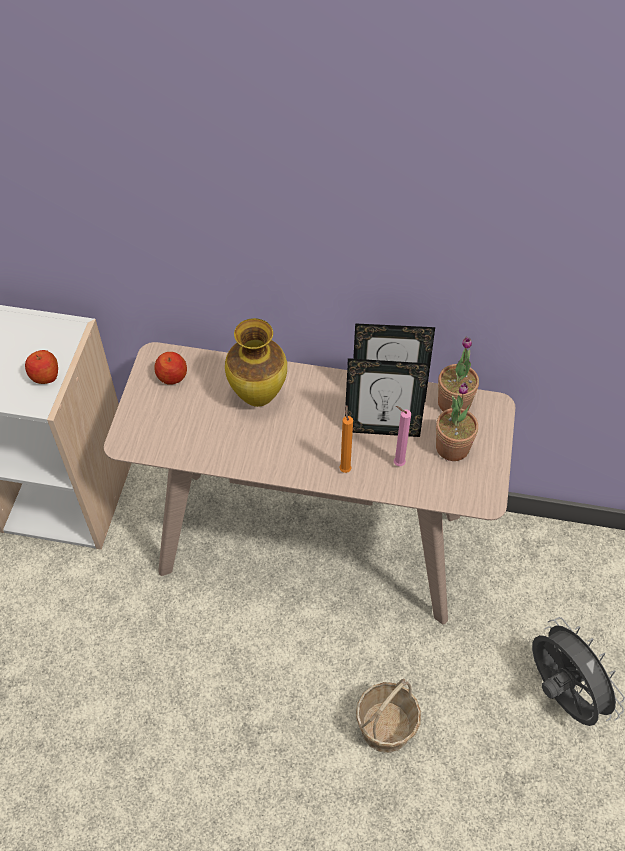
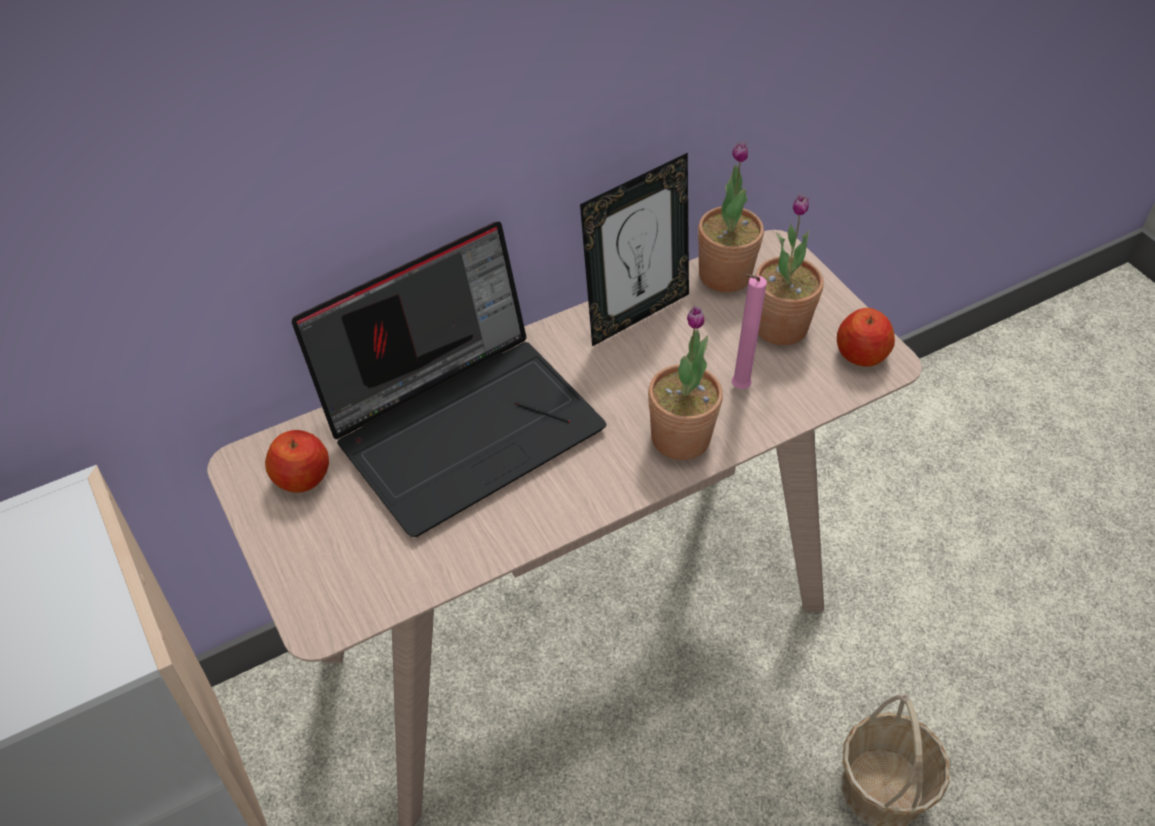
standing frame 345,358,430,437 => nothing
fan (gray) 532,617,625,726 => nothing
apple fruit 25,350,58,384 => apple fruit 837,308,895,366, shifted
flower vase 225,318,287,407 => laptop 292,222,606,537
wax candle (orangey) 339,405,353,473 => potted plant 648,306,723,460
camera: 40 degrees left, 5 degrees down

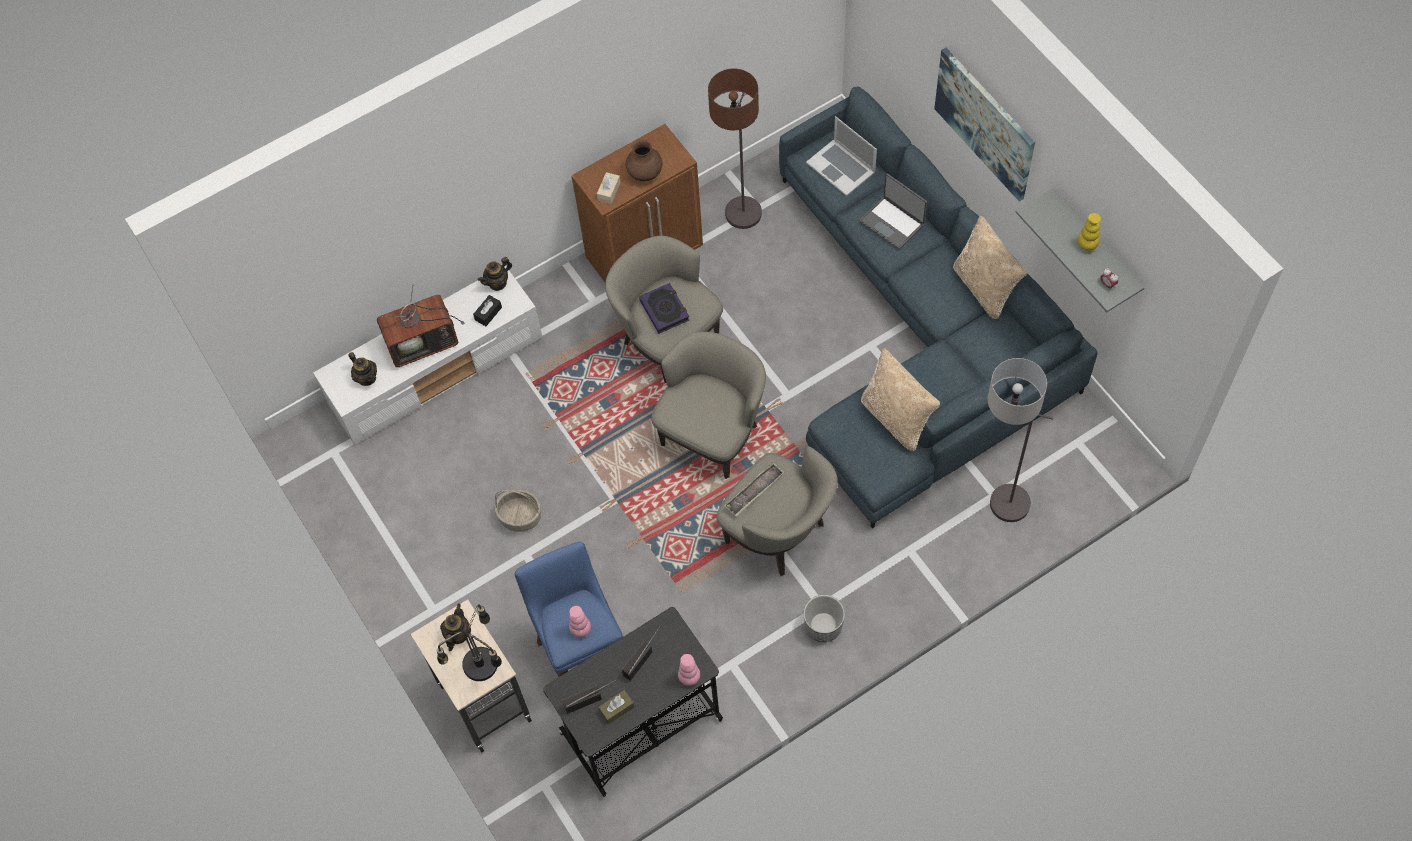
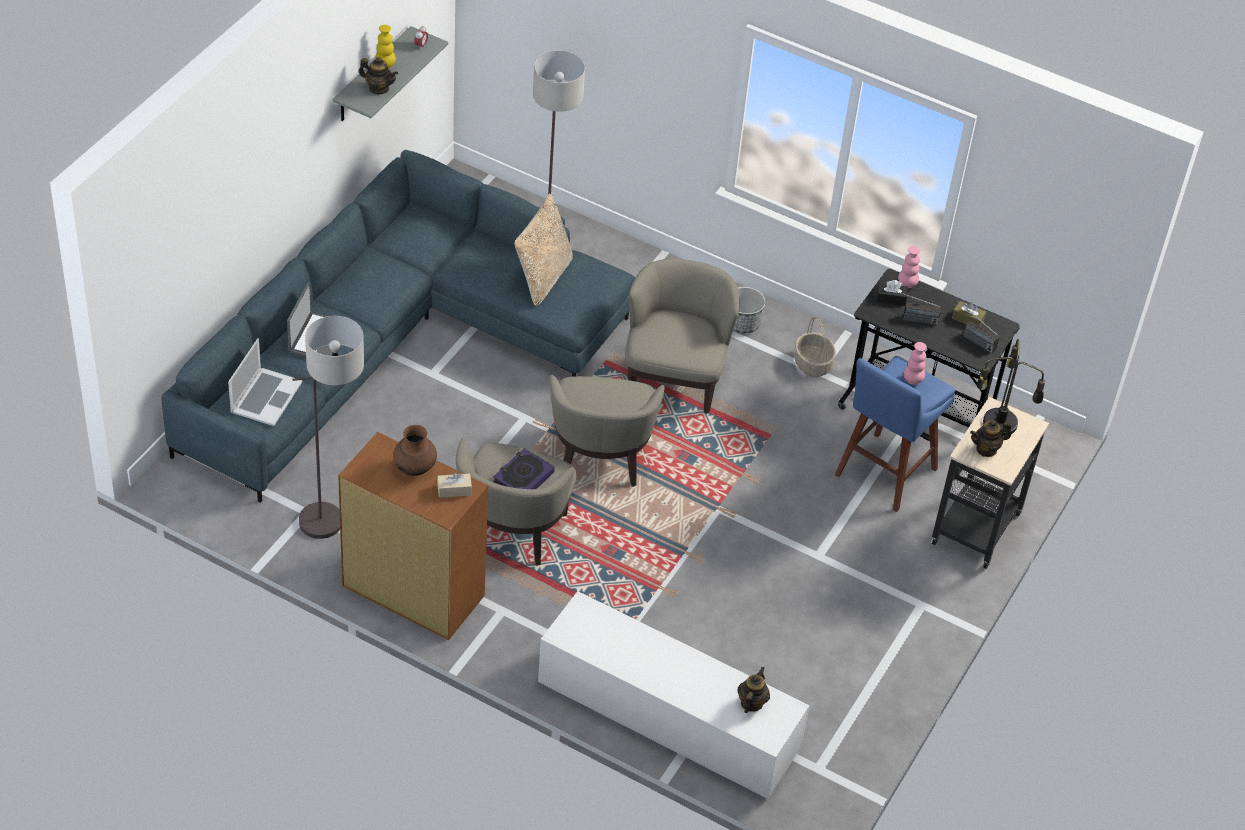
TV 377,287,465,367 => nothing
serving tray 725,462,784,516 => nothing
wall picture 934,48,1035,202 => nothing
throw pillow (beige-coloured) 953,215,1027,319 => nothing
box of tissues (black) 473,295,502,326 => box of tissues (black) 876,280,908,306, shifted
pot for tea 478,257,512,291 => pot for tea 359,57,398,94, shifted
household basket 495,490,541,532 => household basket 795,317,836,377, shifted
standing lamp (brown-coloured) 708,68,762,229 => standing lamp (gray) 293,316,364,539
lounge chair (beige-coloured) 651,332,766,479 => lounge chair (beige-coloured) 550,375,665,487, 90 degrees counterclockwise
camera: 125 degrees left, 15 degrees down

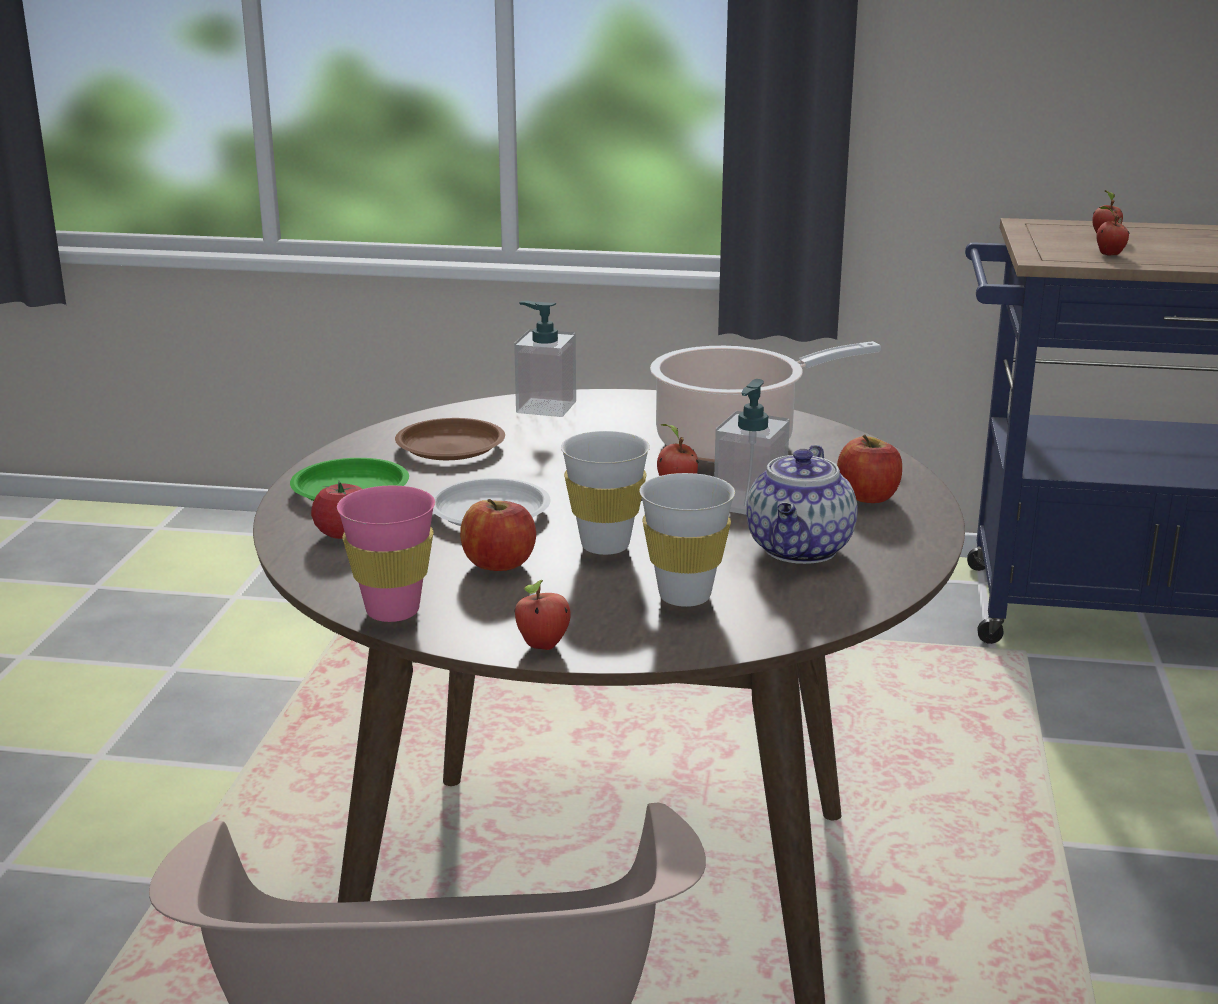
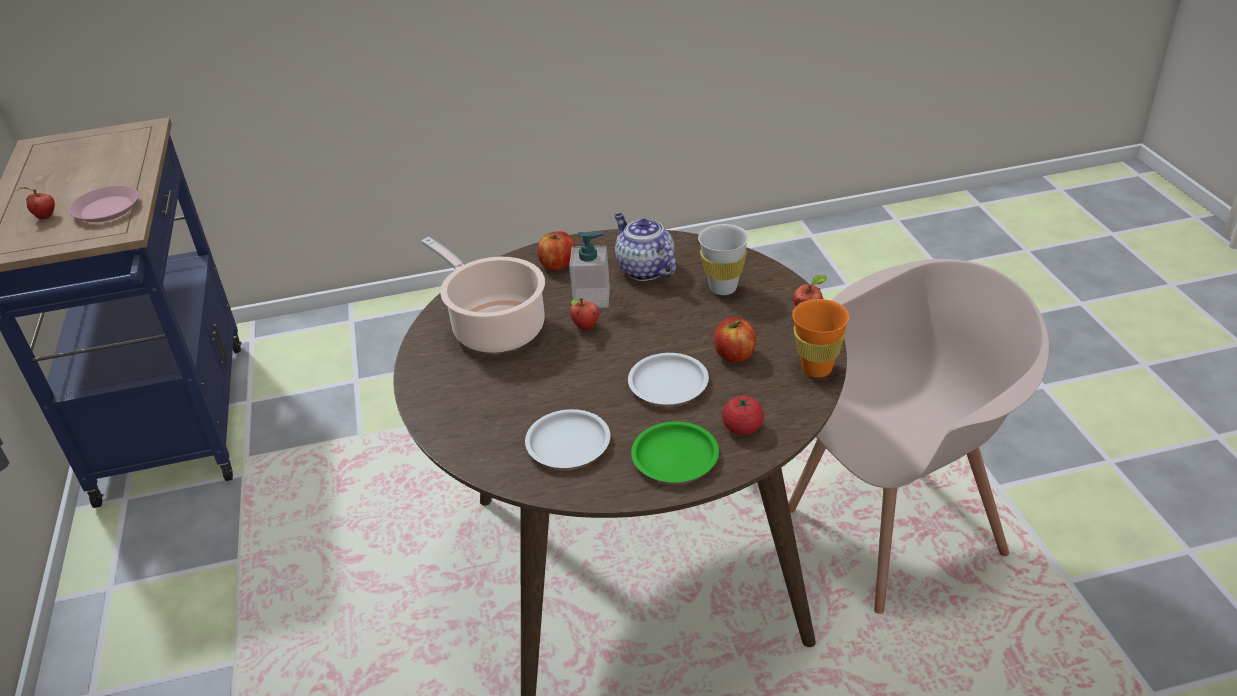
soap bottle 514,301,576,417 => nothing
drinking cup (white) 561,431,650,555 => nothing
apple fruit 1097,206,1129,256 => plate (pink-coloured) 69,185,138,222
drinking cup (pink-coloured) 337,485,435,622 => drinking cup (orangey) 792,299,849,378
plate (brown-coloured) 395,418,505,460 => plate (white) 525,409,610,468
pot for tea 746,445,858,564 => pot for tea 614,213,676,281, 120 degrees counterclockwise
camera: 110 degrees left, 15 degrees up

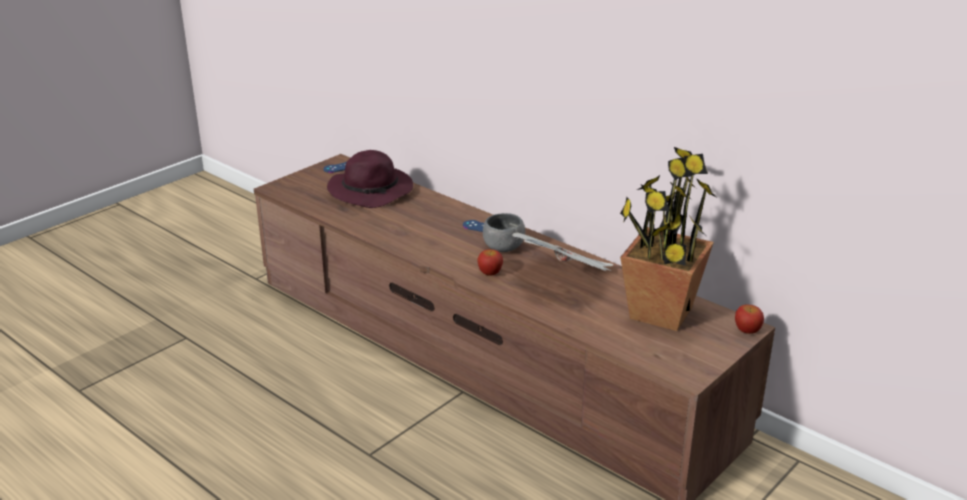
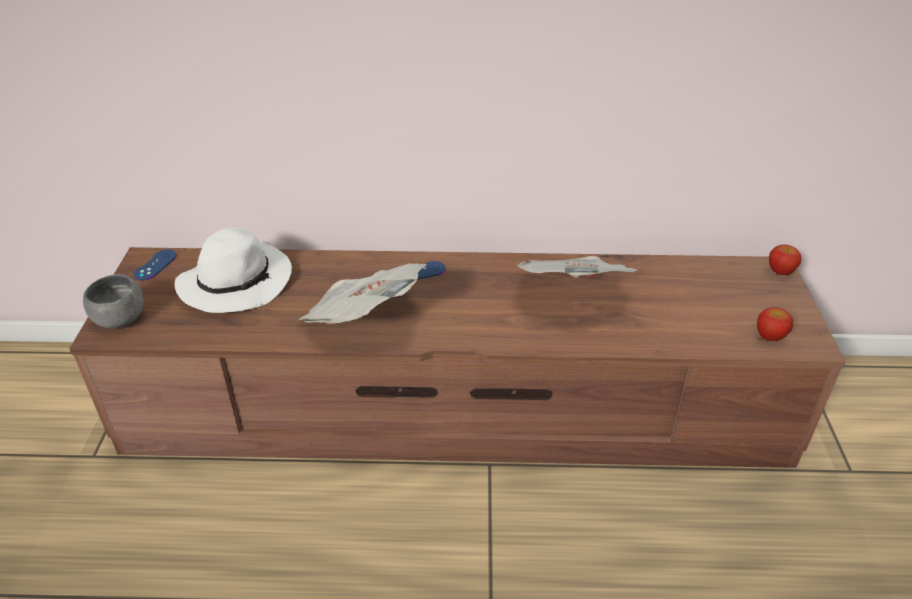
potted plant 620,147,716,331 => nothing
nothing => newspaper 299,263,426,324
apple fruit 477,249,503,276 => apple fruit 757,307,793,341, shifted
deep dish (gray) 483,213,525,252 => deep dish (gray) 83,274,144,329, shifted
clothing hat (purple-coloured) 327,150,413,208 => clothing hat (white) 175,227,292,313
camera: 40 degrees left, 10 degrees up

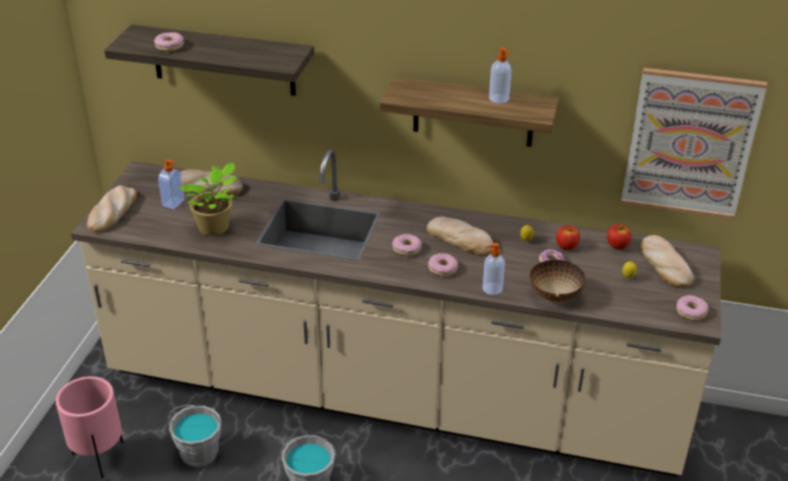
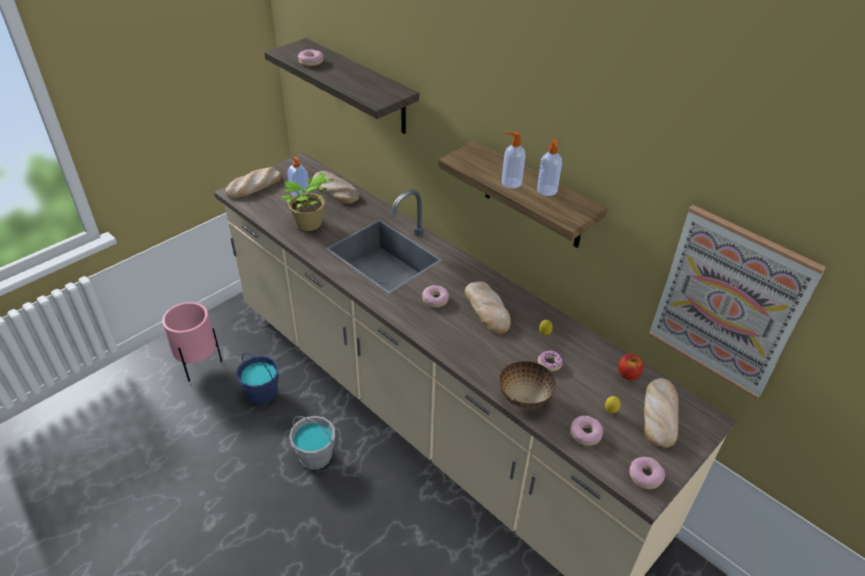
apple fruit 556,225,580,250 => nothing
ring doughnut 428,253,458,276 => ring doughnut 570,416,603,446, shifted
soap bottle 483,243,505,295 => soap bottle 502,132,525,188, shifted
bucket (gray) 168,405,222,467 => bucket (bluish) 236,353,279,405
camera: 30 degrees right, 5 degrees up

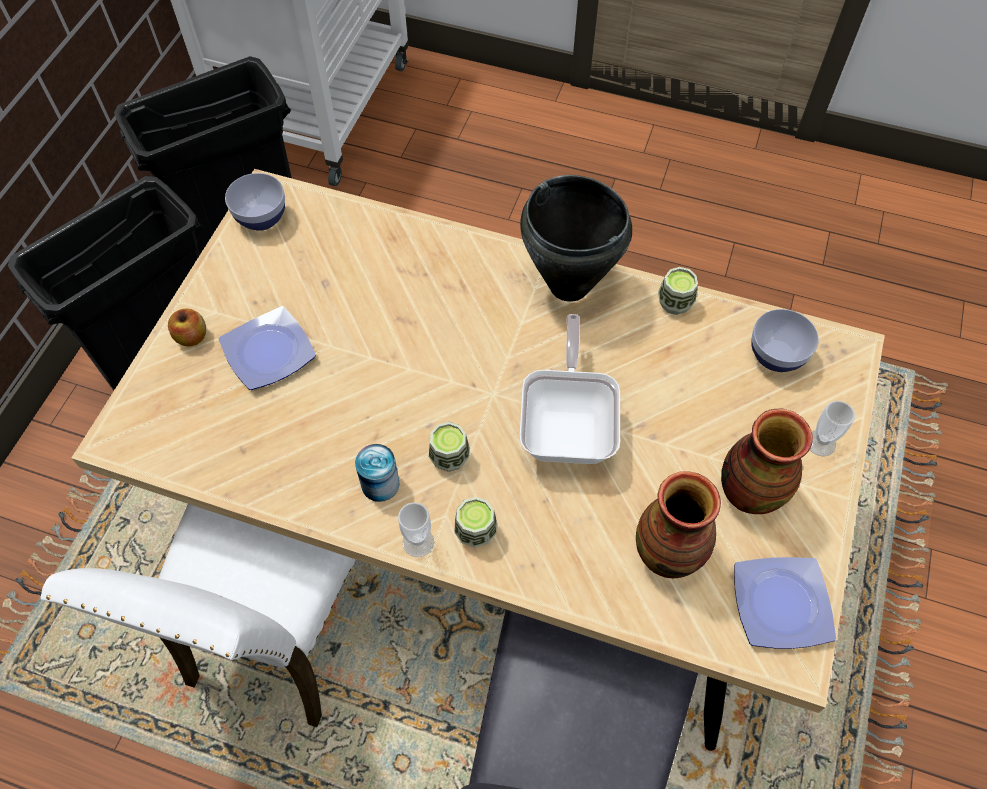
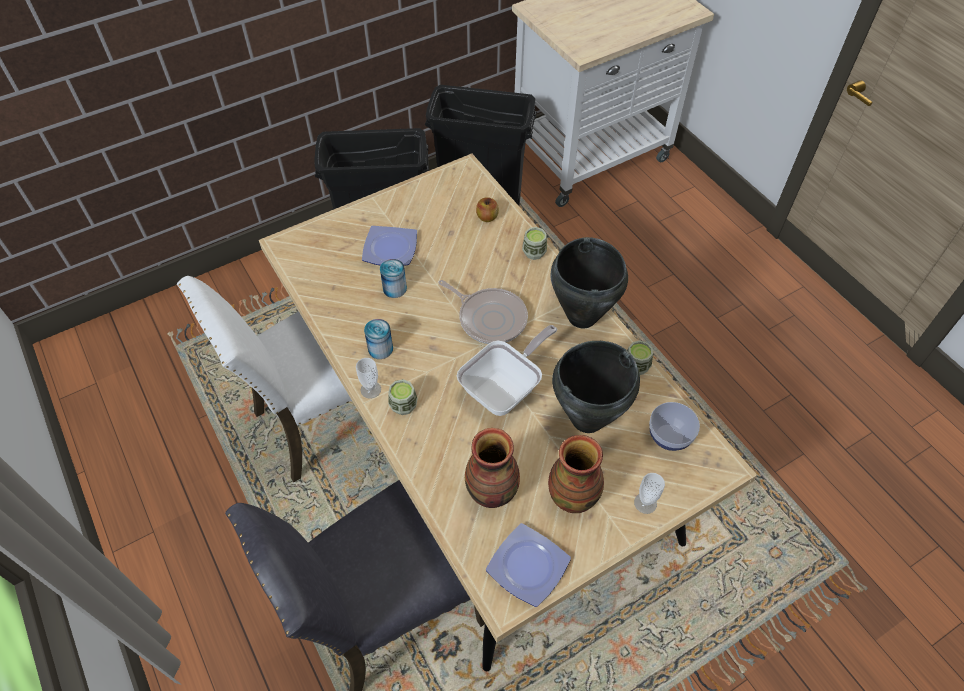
deep dish 225,173,285,231 => nothing
nothing => metal can 380,259,407,298
nothing => skillet 438,280,528,344
nothing => stockpot (black) 552,341,640,433
apple fruit 168,308,206,346 => apple fruit 476,197,499,222, shifted
drinking cup 429,422,469,472 => drinking cup 522,227,547,260, shifted
camera: 40 degrees right, 5 degrees down

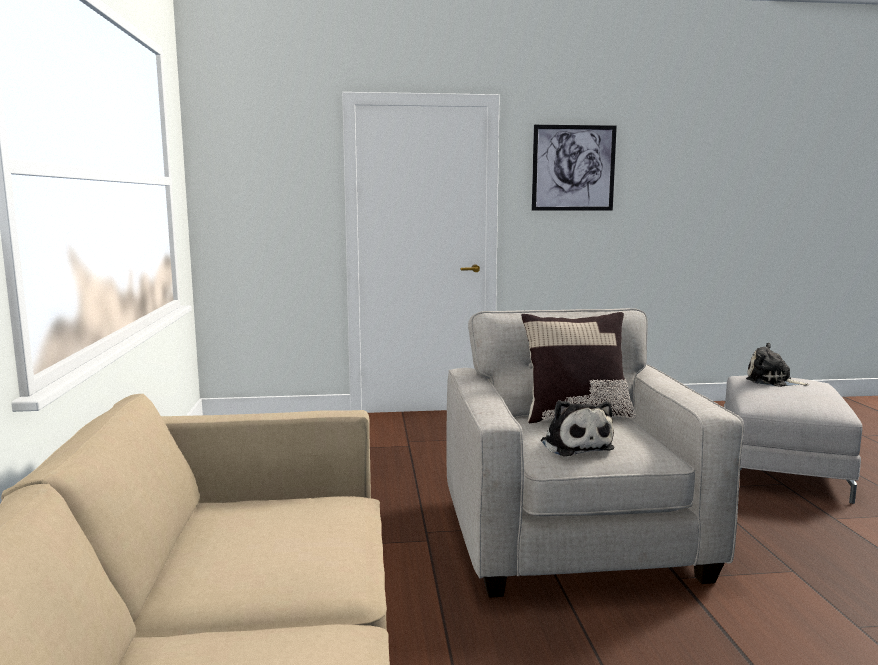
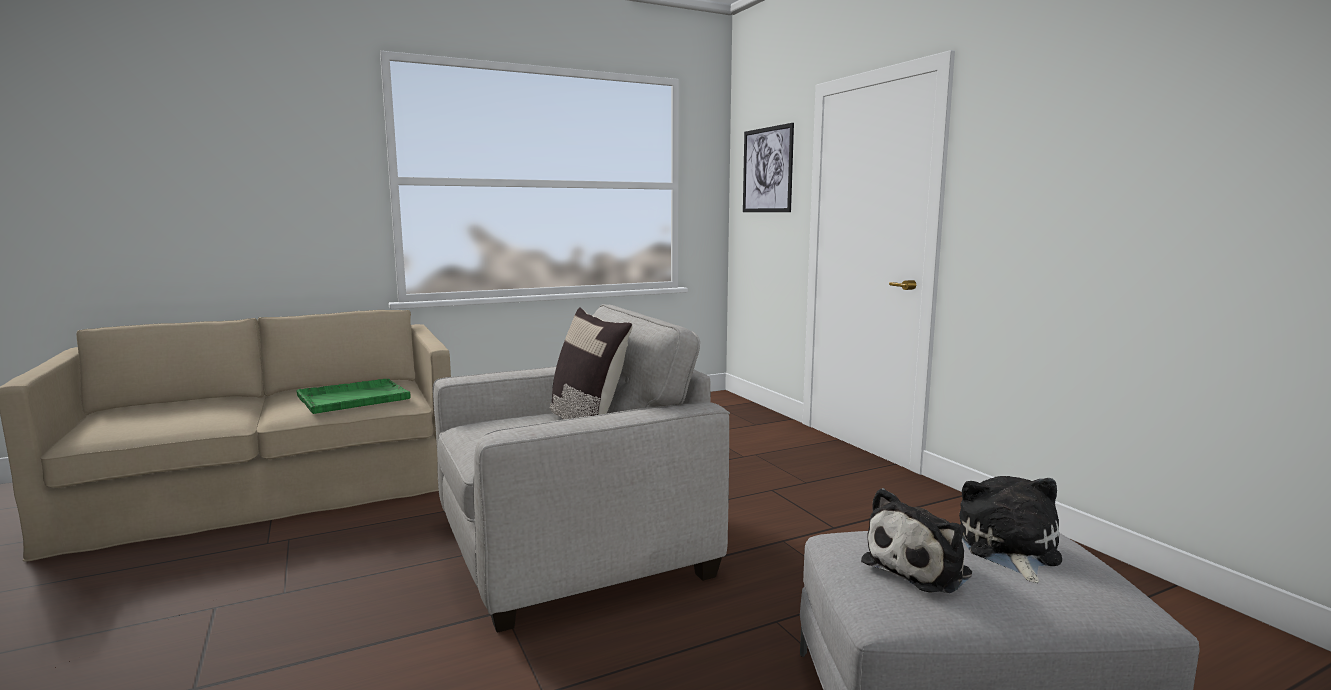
nothing => serving tray (greenish) 296,379,410,414
wall picture 532,125,617,211 => wall picture 743,123,794,212, shifted
cuddly toy 541,400,615,457 => cuddly toy 861,488,972,593, shifted
camera: 70 degrees right, 0 degrees up

